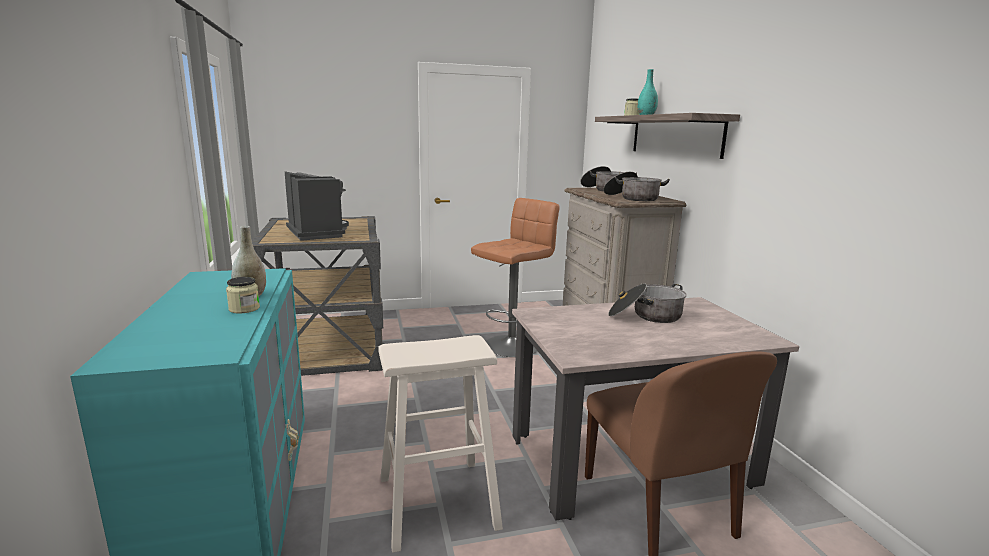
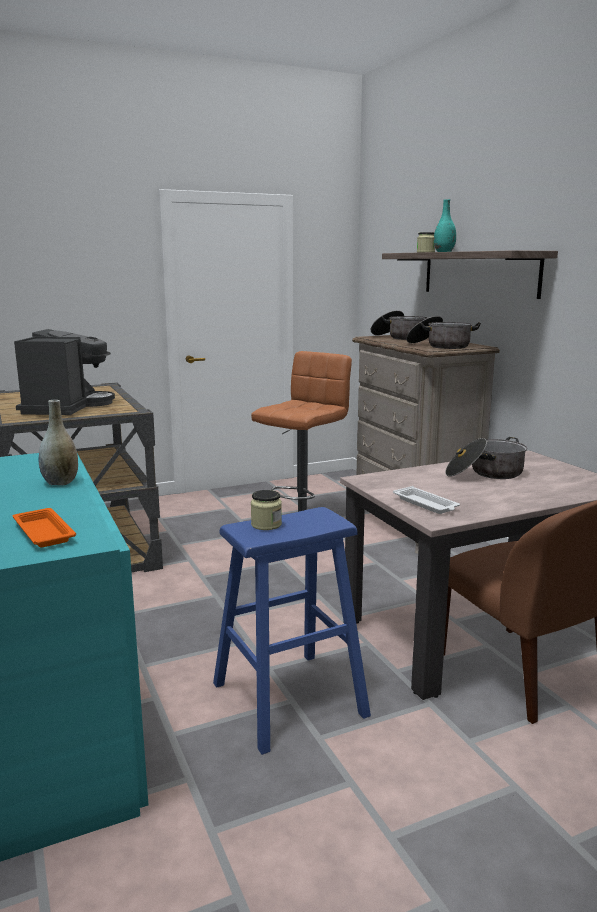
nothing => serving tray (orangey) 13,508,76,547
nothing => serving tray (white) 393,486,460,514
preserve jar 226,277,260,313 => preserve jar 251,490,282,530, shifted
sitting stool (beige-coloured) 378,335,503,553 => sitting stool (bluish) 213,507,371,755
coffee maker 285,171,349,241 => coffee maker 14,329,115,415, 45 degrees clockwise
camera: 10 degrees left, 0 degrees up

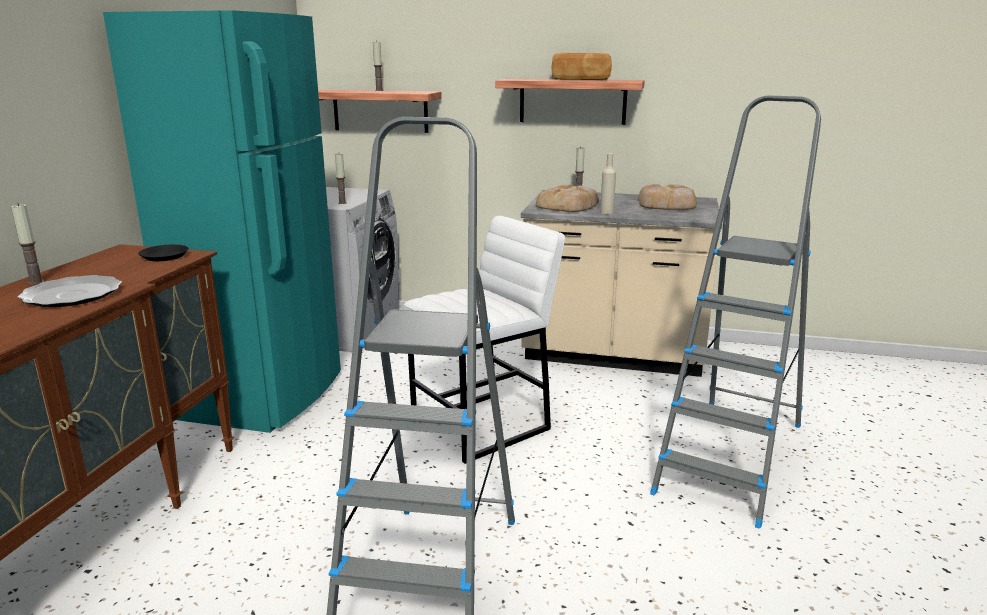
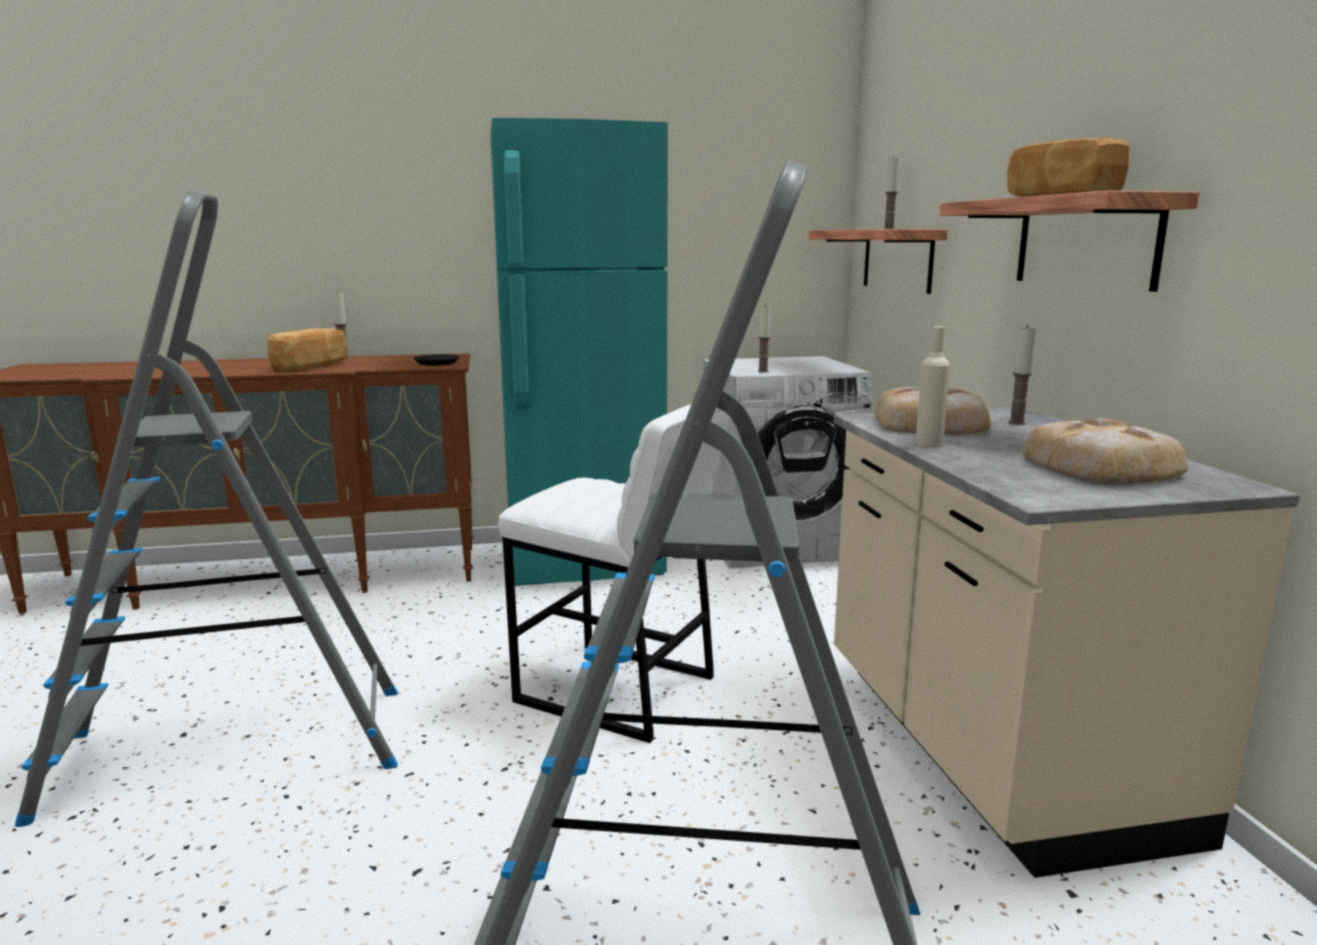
plate 17,275,122,307 => bakery bread 267,328,347,371
camera: 65 degrees right, 5 degrees down

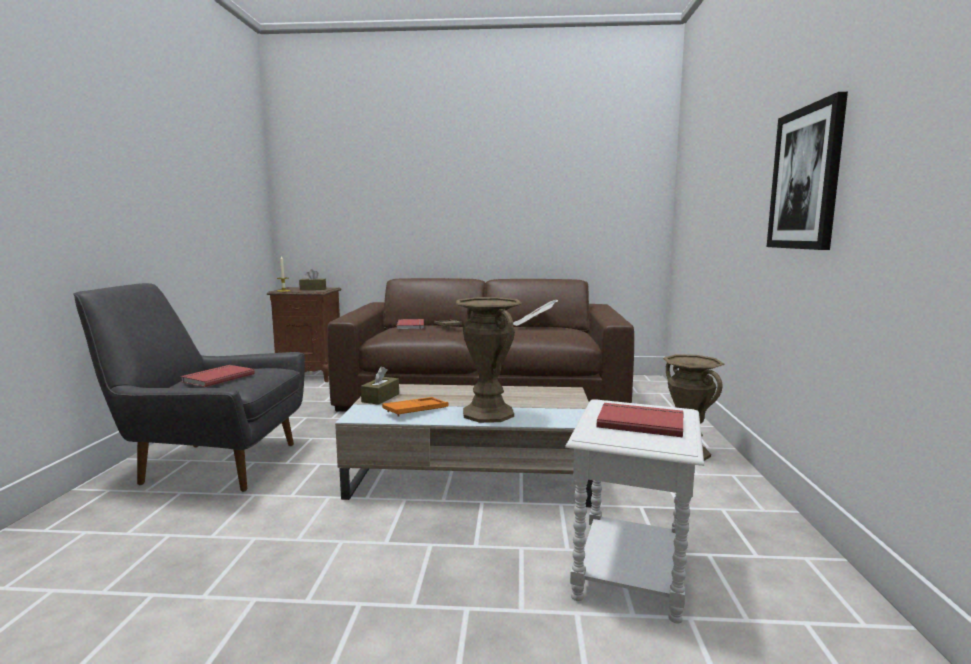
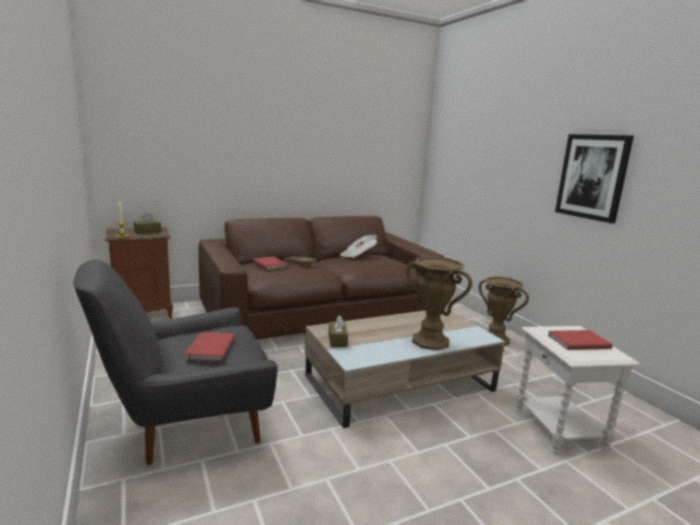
serving tray (orangey) 382,397,449,416 => nothing
camera: 30 degrees left, 5 degrees up

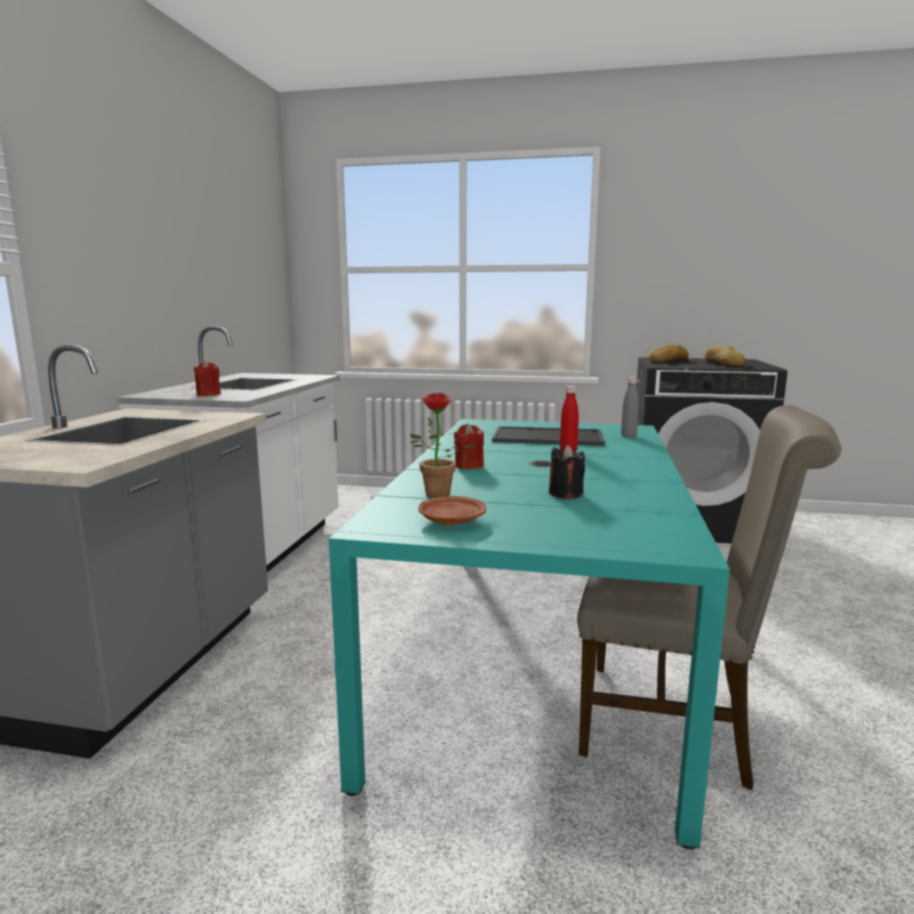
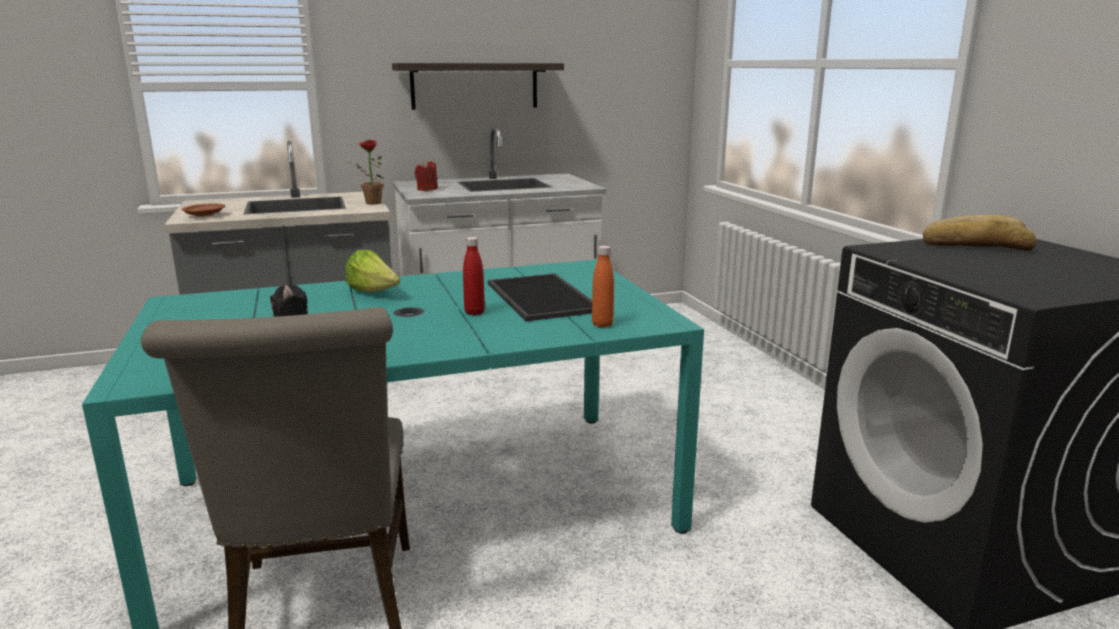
bakery bread 705,346,745,366 => nothing
nothing => bracket shelf 392,63,564,110
potted plant 410,393,475,497 => potted plant 346,140,384,204, shifted
plate (brown-coloured) 418,496,486,525 => plate (brown-coloured) 181,203,225,217, shifted
wax candle (red-coloured) 454,423,484,469 => lettuce 345,250,400,292
drink bottle (gray) 621,377,639,437 => drink bottle (orangey) 592,246,614,328
camera: 60 degrees right, 5 degrees up

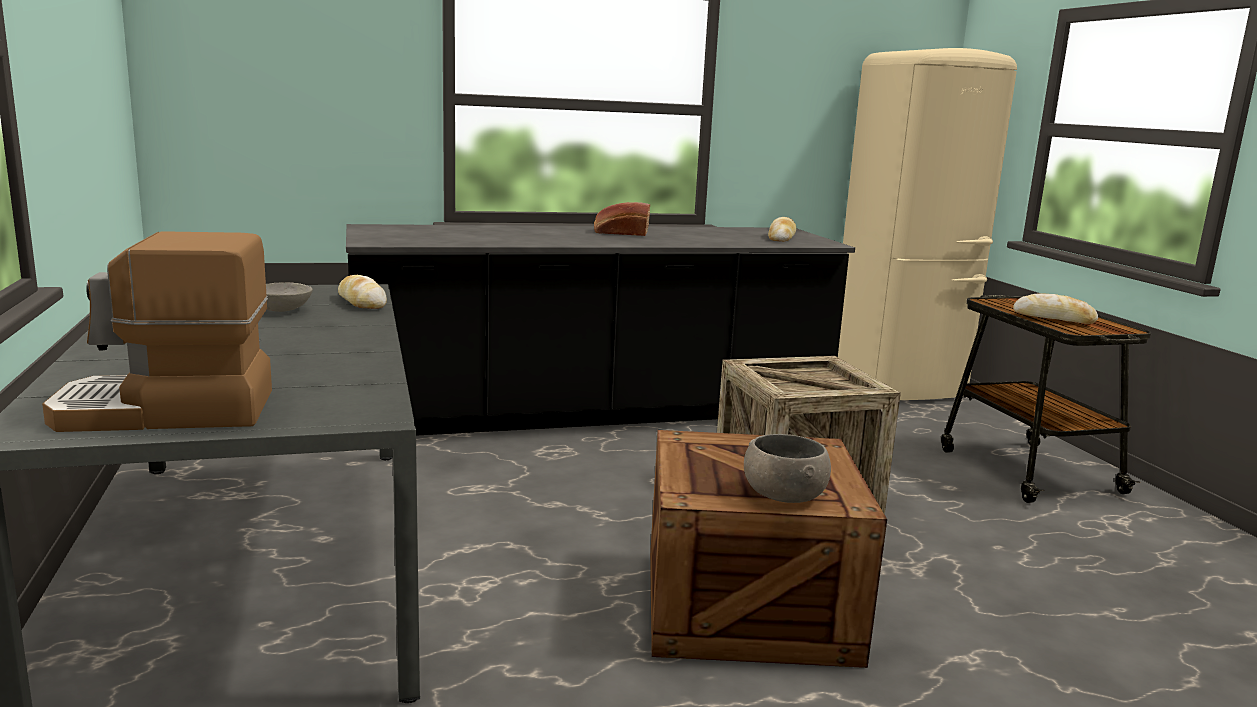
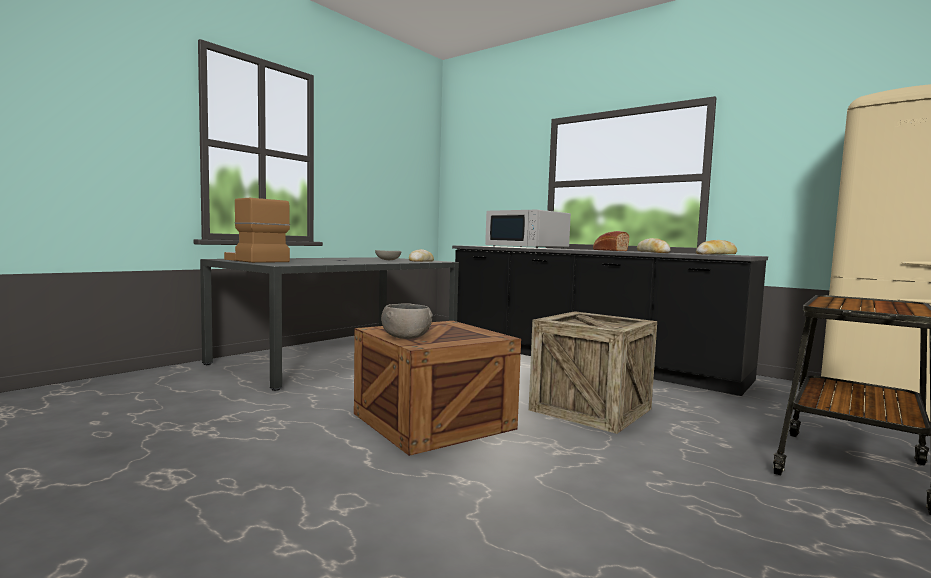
nothing => microwave (white) 485,210,571,249
bakery bread 1013,294,1098,324 => bakery bread 637,238,671,253, shifted
camera: 55 degrees right, 10 degrees down

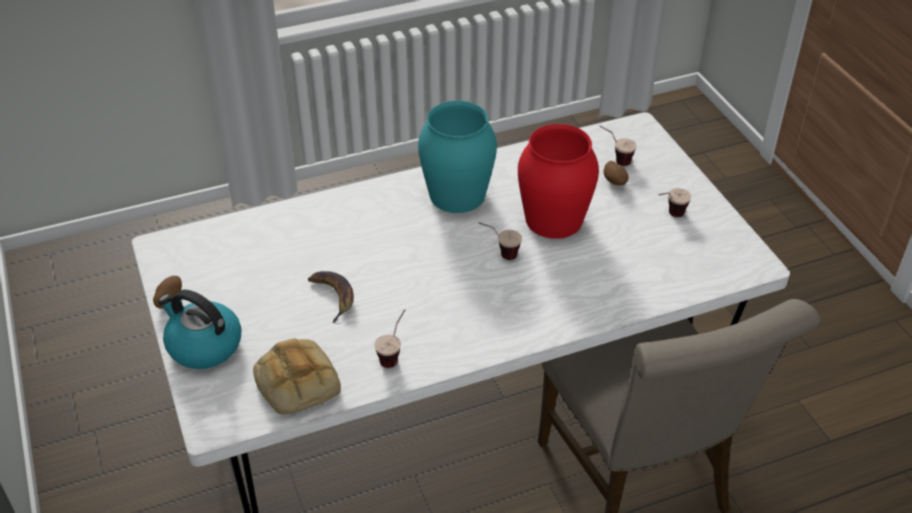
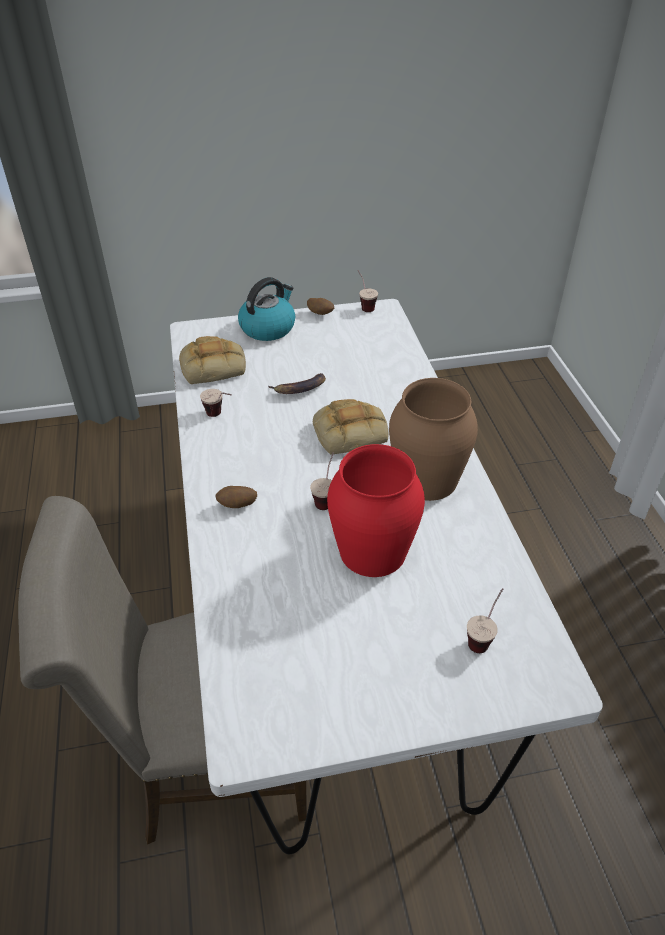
nothing => bakery bread 313,399,388,454
whole potato 604,161,629,186 => whole potato 215,486,257,508, shifted
drinking cup 659,188,691,217 => drinking cup 358,270,378,312, shifted
flower vase (turquoise-coloured) 418,101,497,213 => flower vase (brown-coloured) 389,378,478,501
camera: 100 degrees right, 0 degrees up

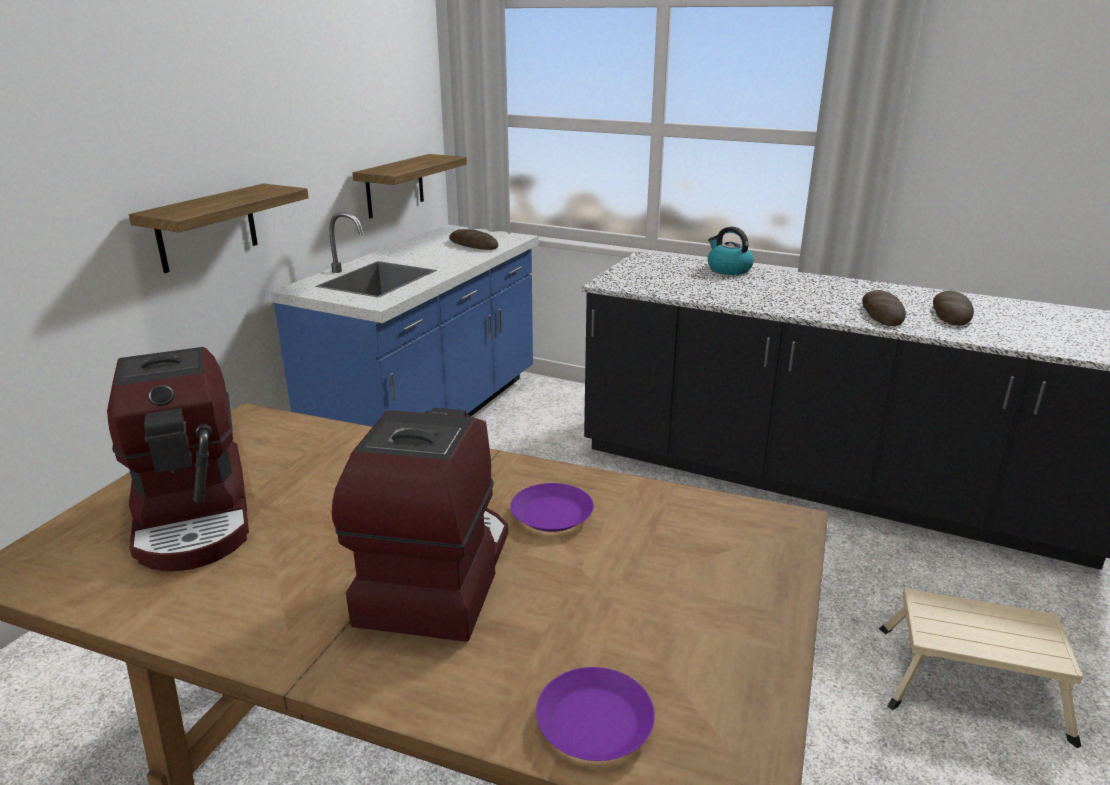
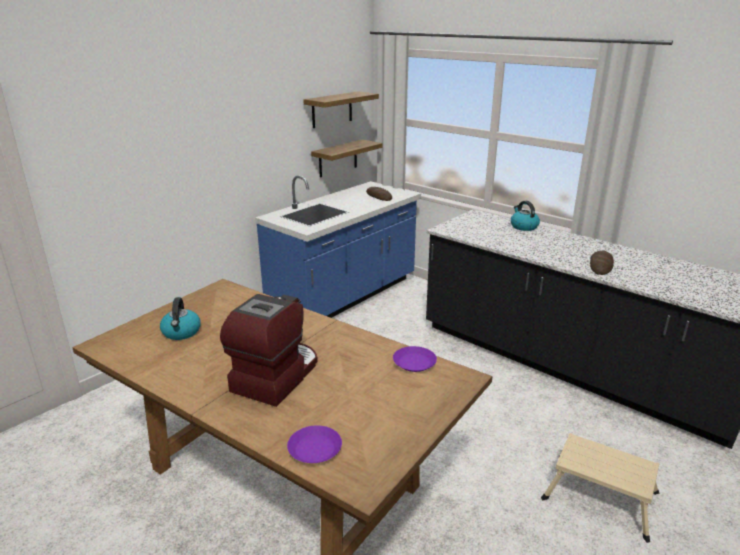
bakery bread 933,290,974,325 => nothing
bracket shelf 129,184,309,273 => bracket shelf 303,91,379,128, shifted
plate (purple-coloured) 510,483,594,532 => plate (purple-coloured) 393,346,437,372, shifted
coffee maker 107,347,249,571 => kettle 160,297,201,340
camera: 15 degrees right, 0 degrees up

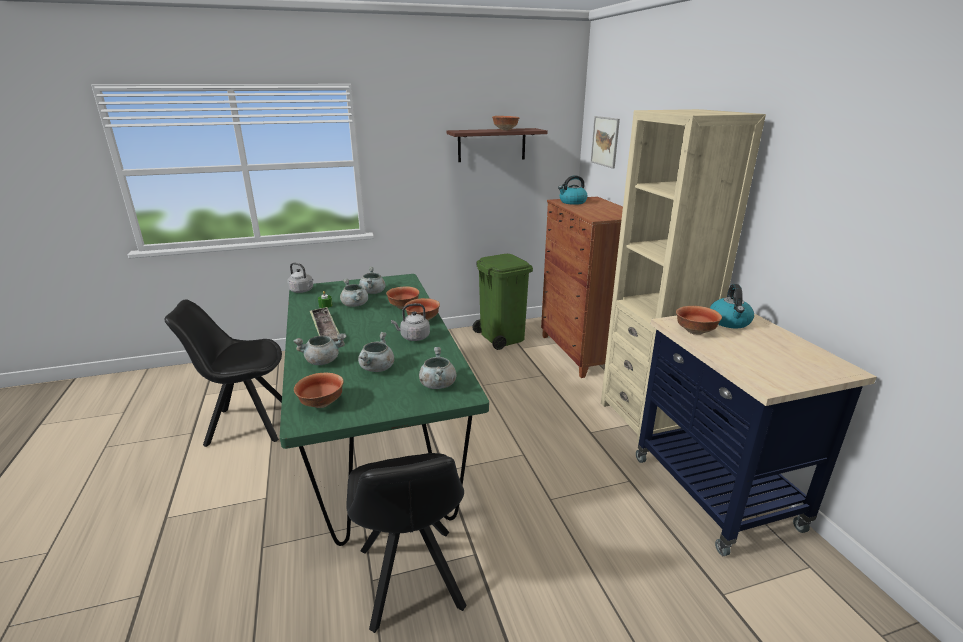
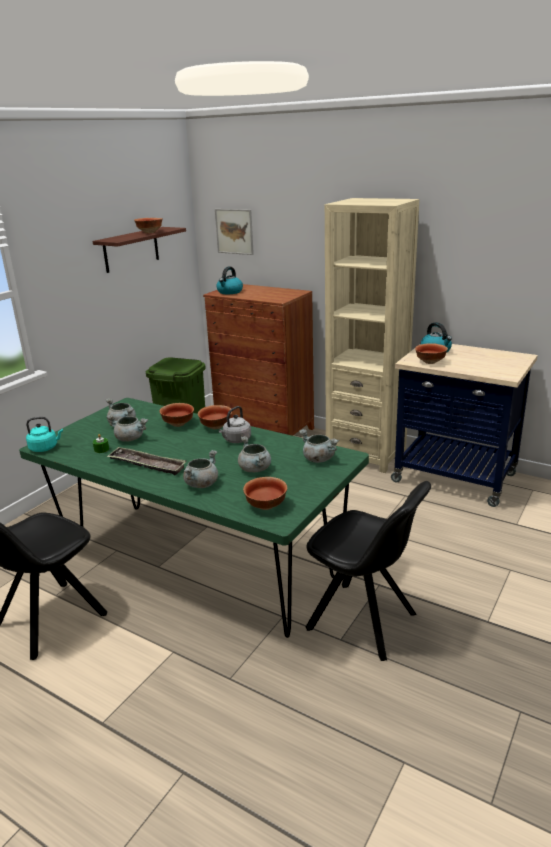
kettle (gray) 288,263,313,293 => kettle (turquoise-coloured) 26,417,63,452
camera: 40 degrees left, 0 degrees up

